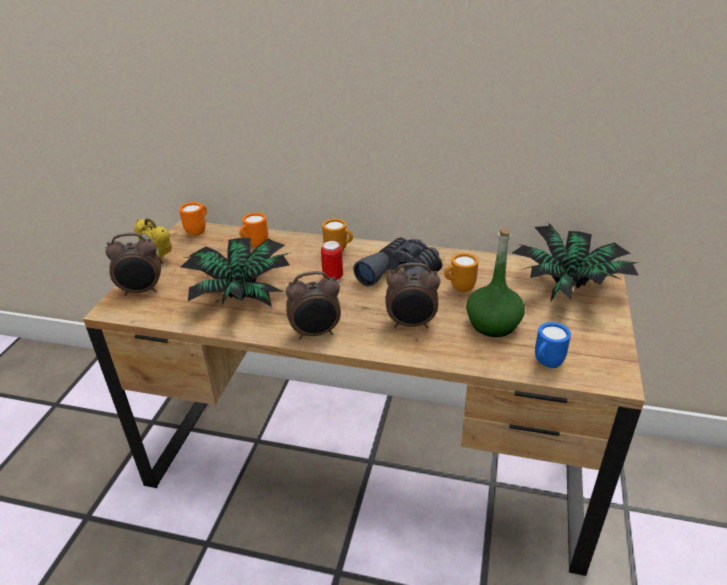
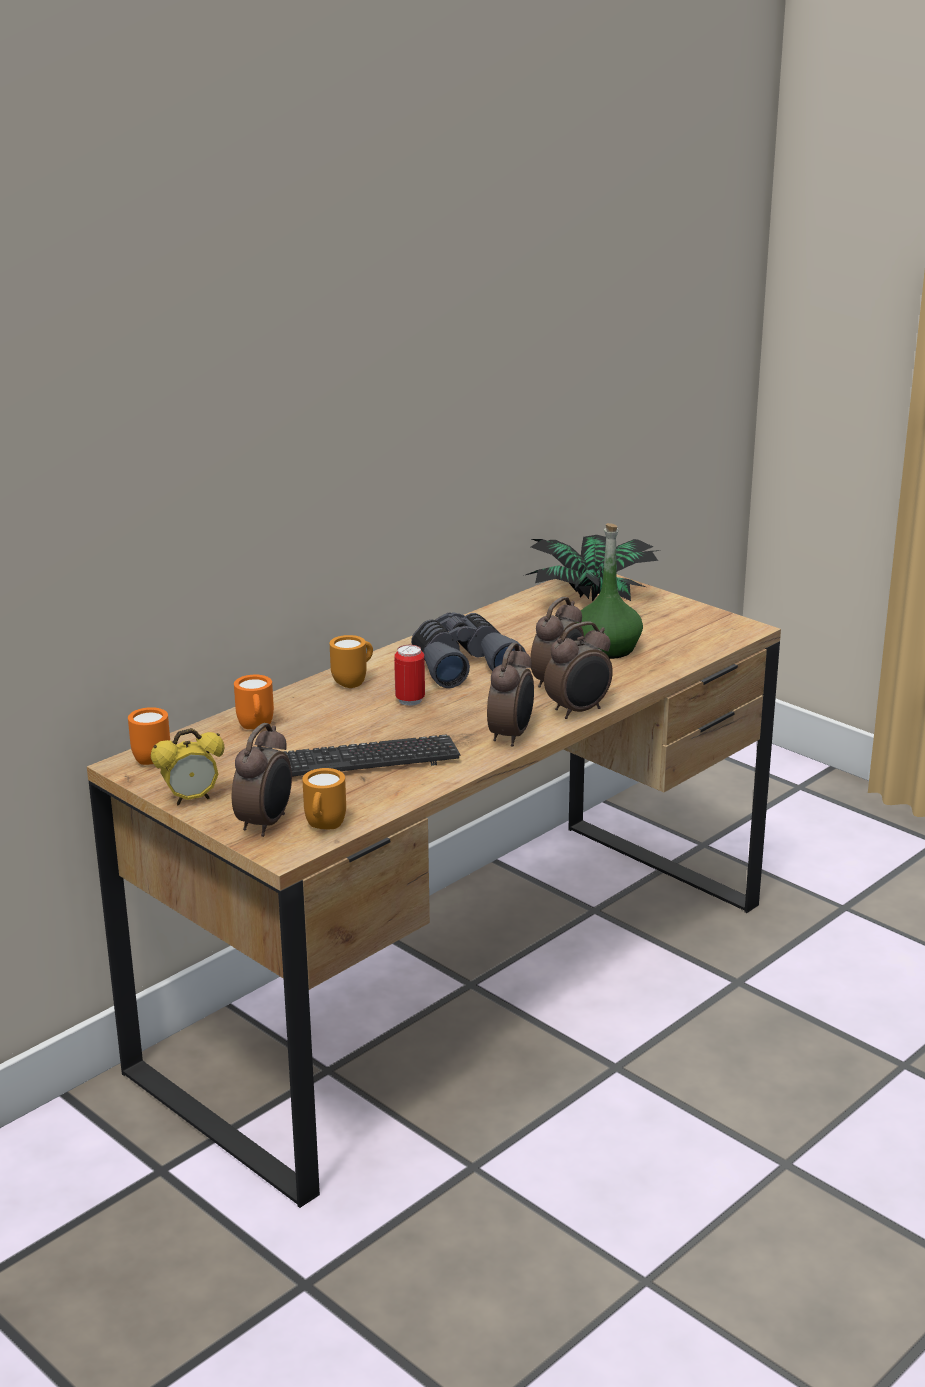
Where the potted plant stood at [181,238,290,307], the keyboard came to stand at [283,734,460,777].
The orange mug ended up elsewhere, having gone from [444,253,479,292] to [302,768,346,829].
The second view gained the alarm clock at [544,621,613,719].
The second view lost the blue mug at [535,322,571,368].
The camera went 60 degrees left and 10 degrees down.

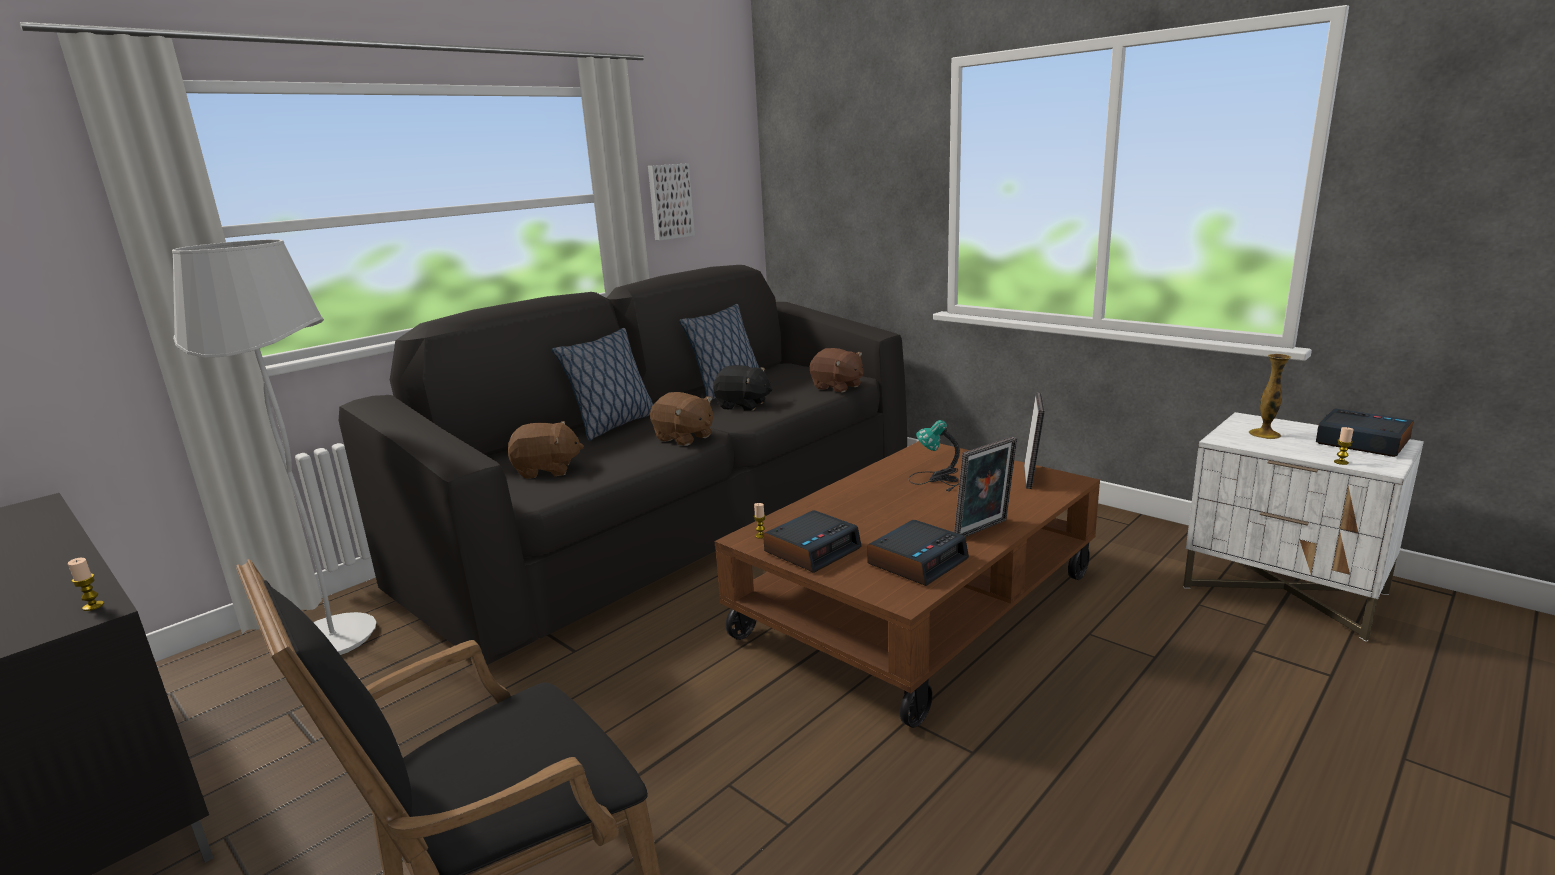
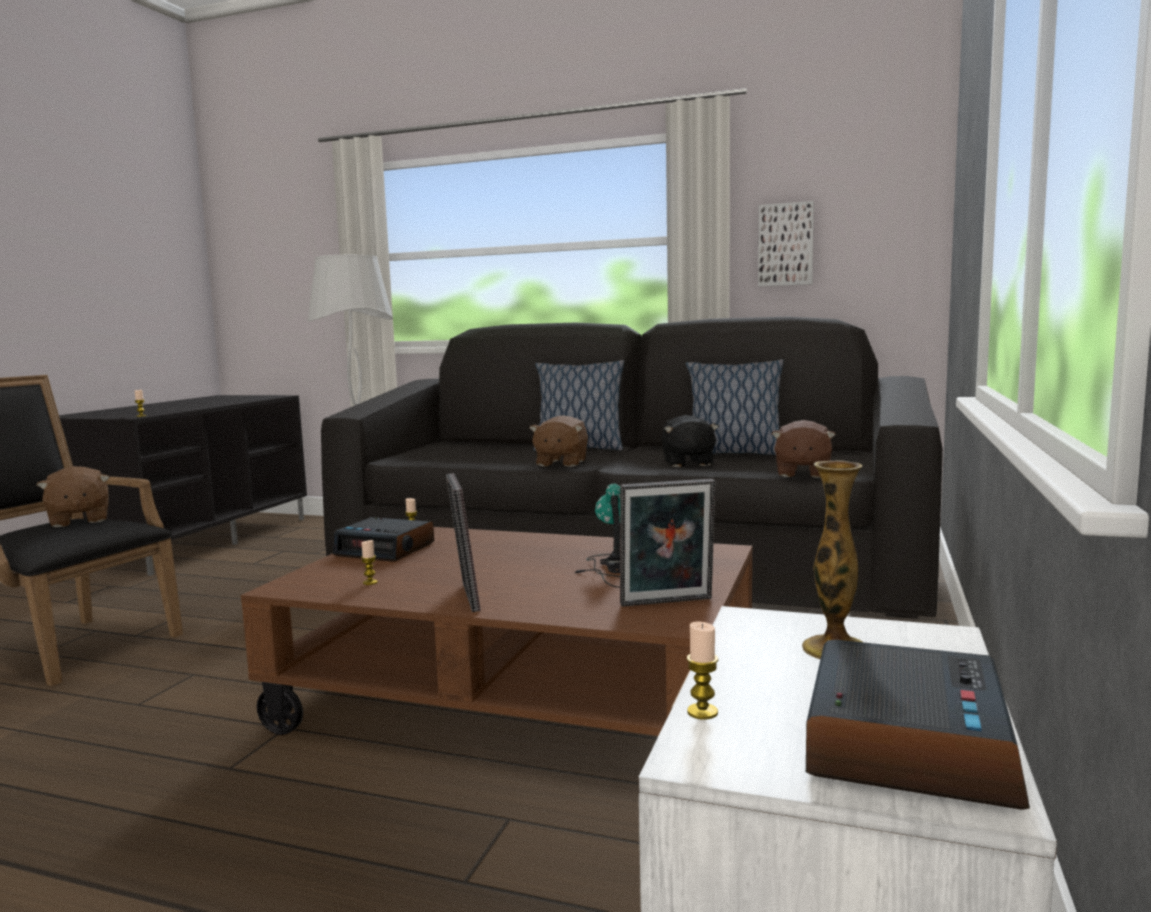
The brown plush toy ended up elsewhere, having gone from [508,421,584,479] to [37,466,110,527].
Where the alarm clock stood at [867,520,969,586], the candle came to stand at [361,540,378,585].
The picture frame at [954,436,1017,537] ended up facing another way, 45 degrees clockwise from before.
The camera went 65 degrees right and 10 degrees down.

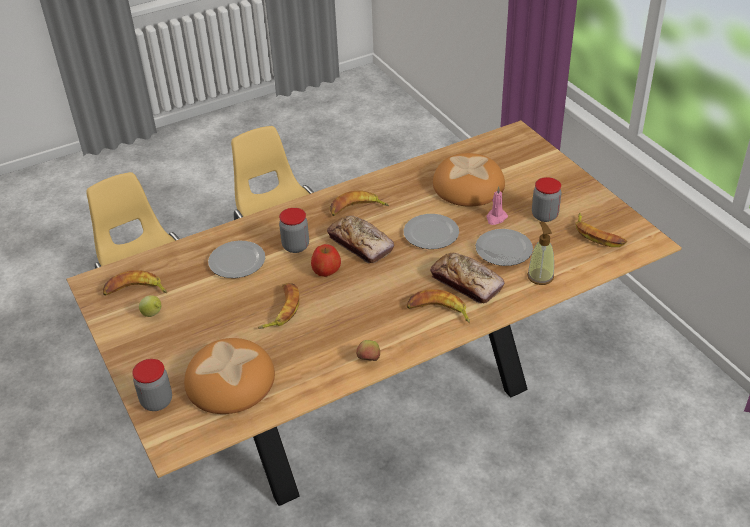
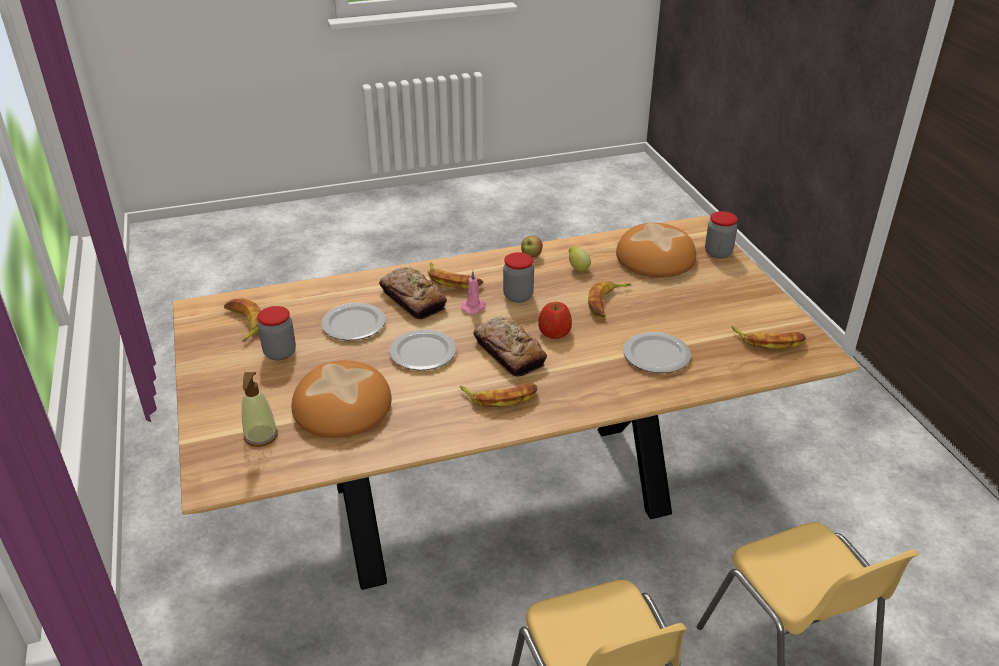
The soap dispenser ended up elsewhere, having gone from [527,222,554,285] to [242,372,278,447].
The pink candle ended up elsewhere, having gone from [486,186,508,225] to [461,271,486,314].
The jar ended up elsewhere, having gone from [279,208,309,253] to [503,252,534,303].
The lemon ended up elsewhere, having gone from [139,295,161,317] to [569,246,591,272].
The camera went 170 degrees left and 5 degrees down.

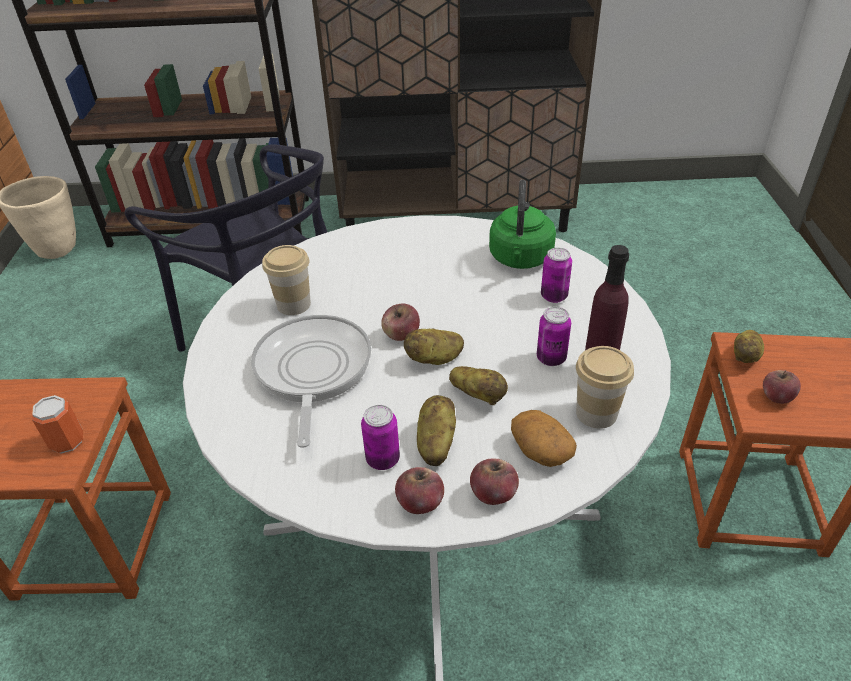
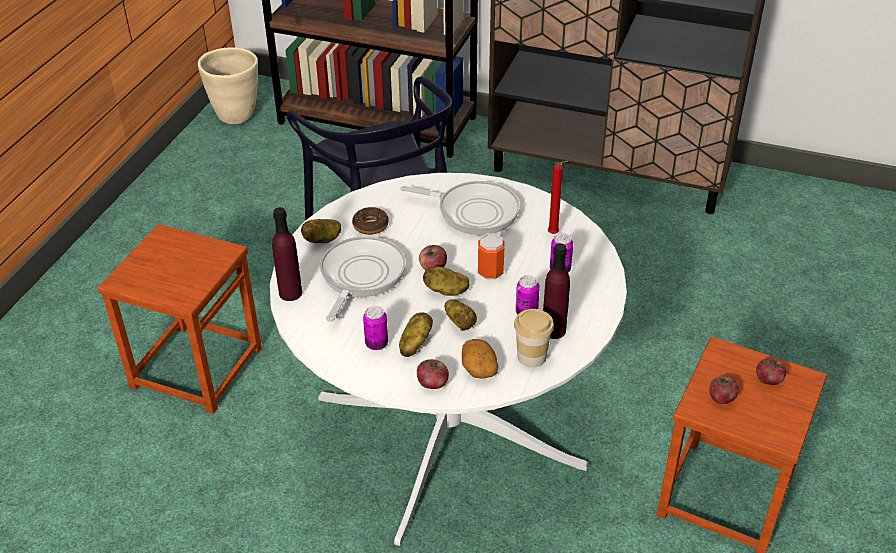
The second view gained the purple bottle at [272,207,302,301].
The potato ended up elsewhere, having gone from [734,330,764,363] to [301,219,341,243].
Where the cup stood at [262,245,311,315], the donut came to stand at [352,207,389,235].
The second view gained the frying pan at [400,181,520,235].
The can ended up elsewhere, having gone from [32,395,83,454] to [478,233,504,279].
Where the green kettle stood at [489,180,556,269], the red candle came to stand at [548,161,568,234].
The apple ended up elsewhere, having gone from [395,467,444,514] to [756,358,786,385].
The camera went 20 degrees right and 0 degrees up.

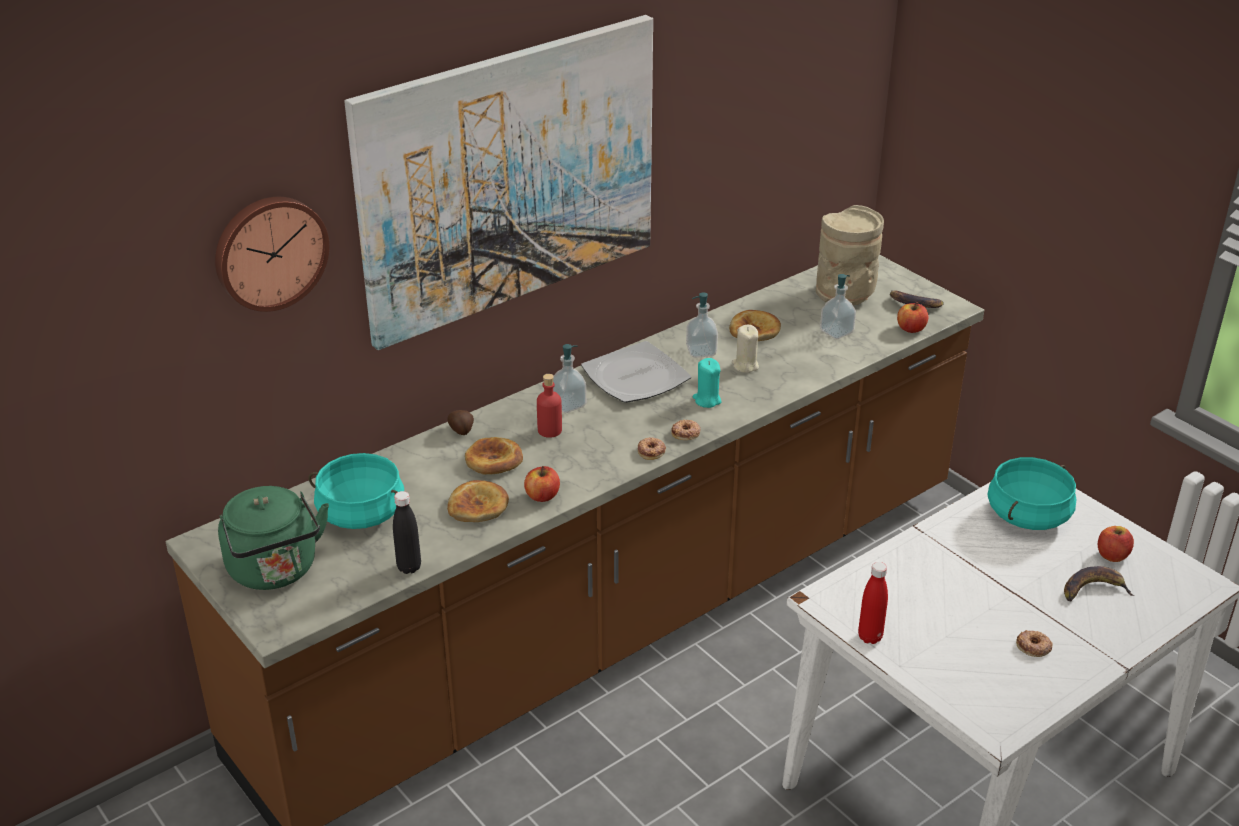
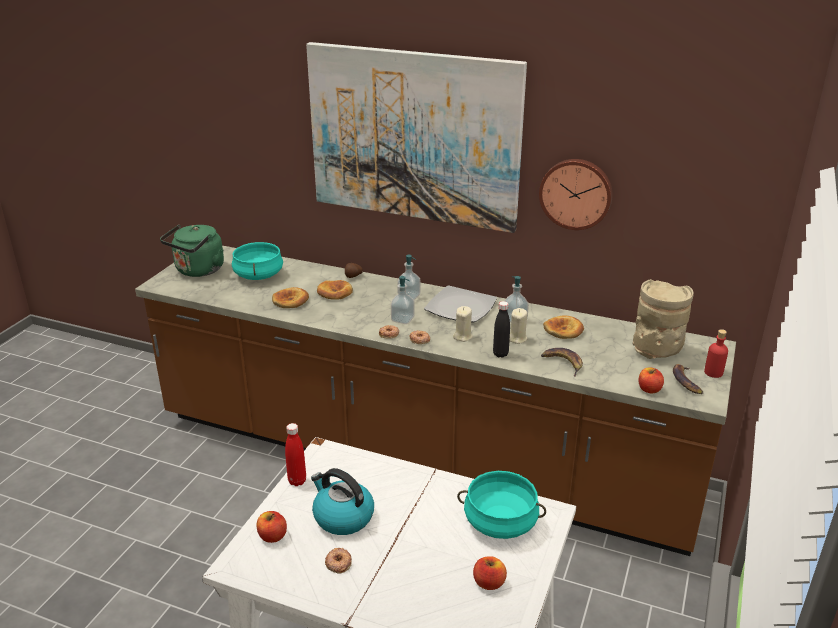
The apple ended up elsewhere, having gone from [524,466,560,502] to [257,511,287,543].
The second view gained the kettle at [311,468,374,535].
The soap dispenser ended up elsewhere, having gone from [820,274,856,339] to [391,276,415,324].
What was the turquoise candle at [693,358,722,408] turned into the beige candle at [453,306,473,342].
The black bottle ended up elsewhere, having gone from [393,491,421,574] to [493,301,510,358].
The wall clock ended up elsewhere, having gone from [215,197,329,312] to [539,159,613,230].
The banana ended up elsewhere, having gone from [1064,566,1135,601] to [541,348,583,377].
The red bottle ended up elsewhere, having gone from [537,374,562,438] to [704,329,728,378].
The camera went 60 degrees right and 5 degrees down.

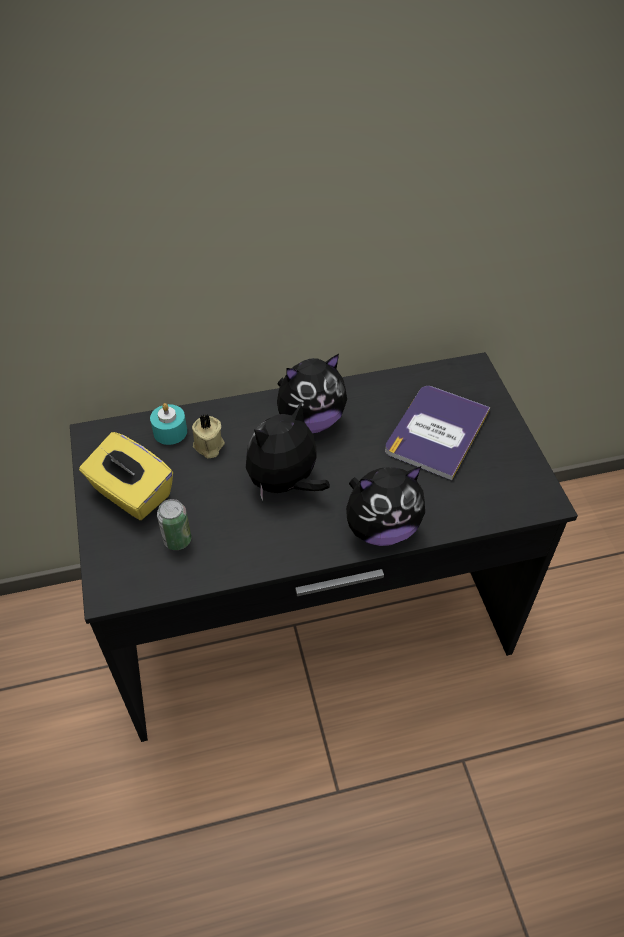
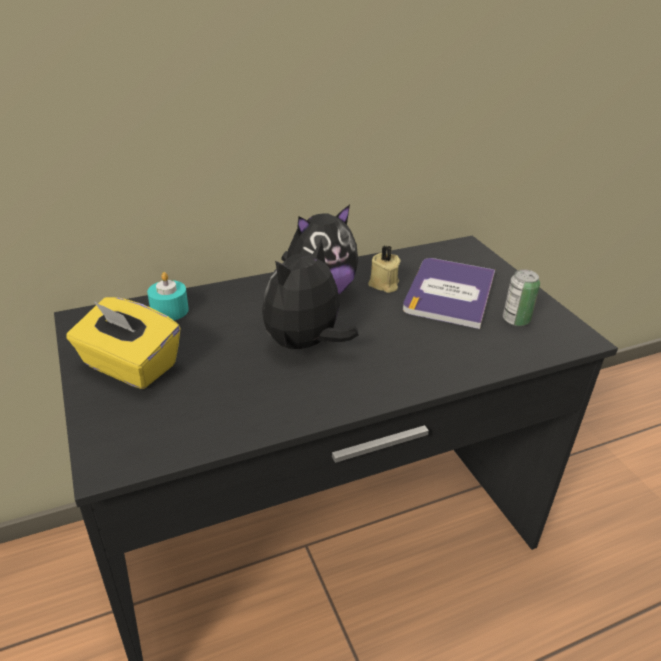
The beige candle ended up elsewhere, having gone from [192,414,225,458] to [368,245,401,293].
The can ended up elsewhere, having gone from [157,499,191,550] to [503,269,540,326].
The second view lost the plush toy at [346,466,425,546].
The camera went 10 degrees left and 15 degrees down.

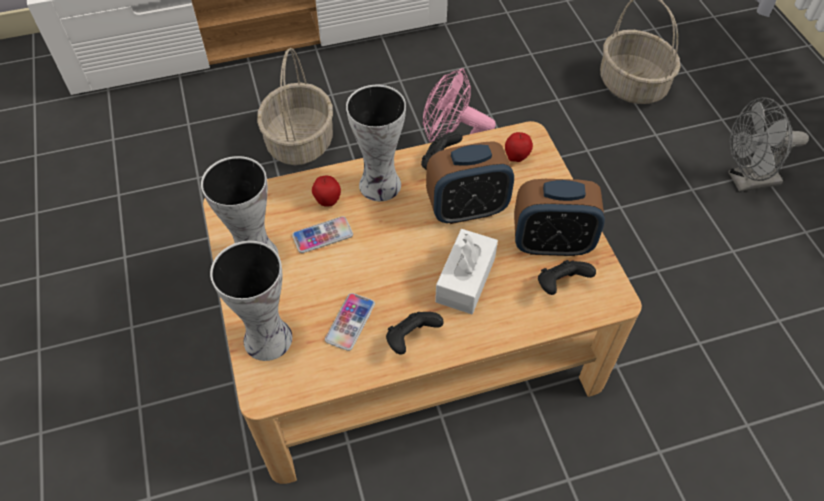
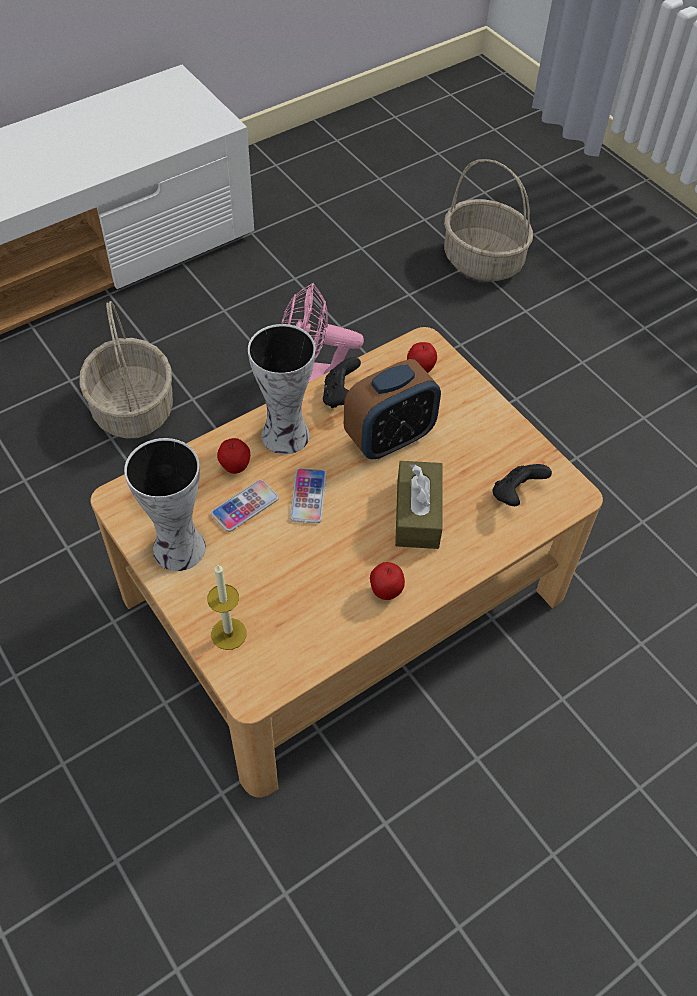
Where the vase stood at [210,241,292,361], the candle came to stand at [207,564,247,650].
The phone ended up elsewhere, having gone from [325,293,375,351] to [290,468,327,523].
Where the black game controller stood at [386,312,444,355], the apple came to stand at [370,562,405,600].
What was the white tissue box at [435,229,498,314] turned into the brown tissue box at [395,461,443,549].
The second view lost the alarm clock at [514,179,605,256].
The second view lost the grey fan at [728,97,809,192].
The camera went 20 degrees left and 0 degrees up.

